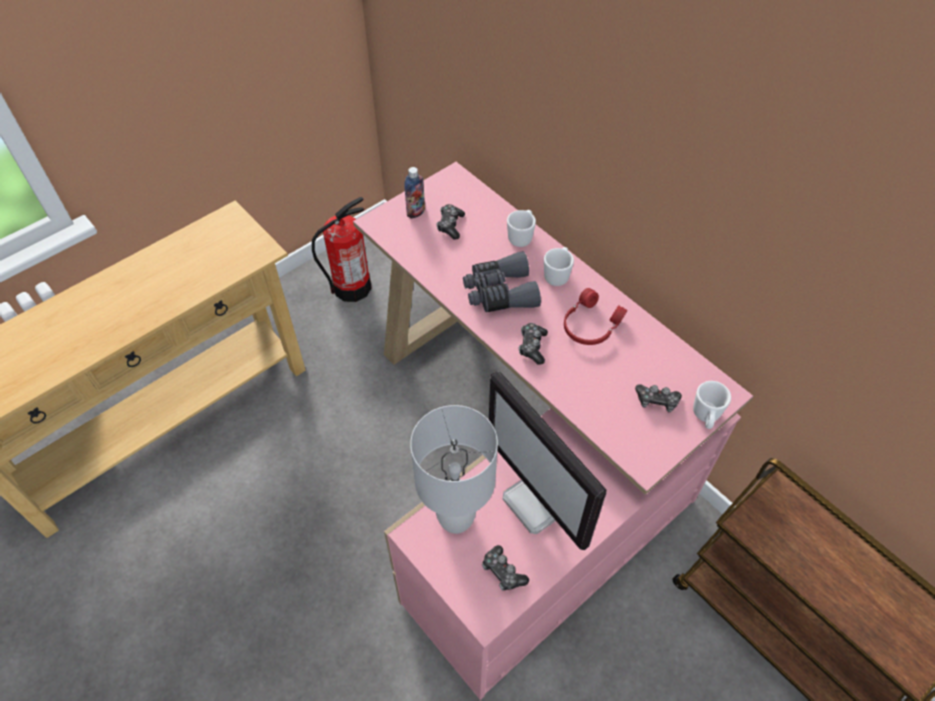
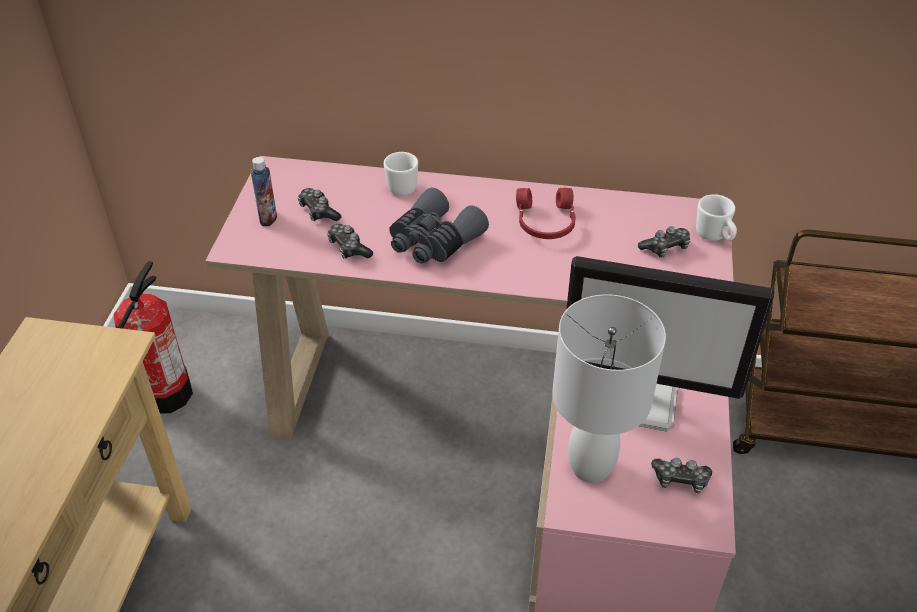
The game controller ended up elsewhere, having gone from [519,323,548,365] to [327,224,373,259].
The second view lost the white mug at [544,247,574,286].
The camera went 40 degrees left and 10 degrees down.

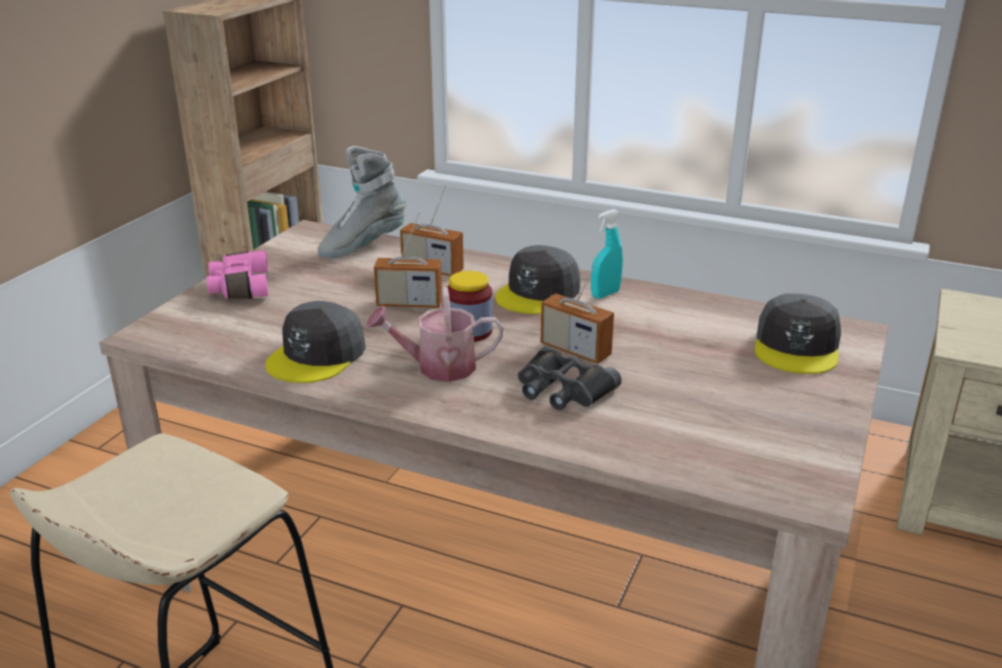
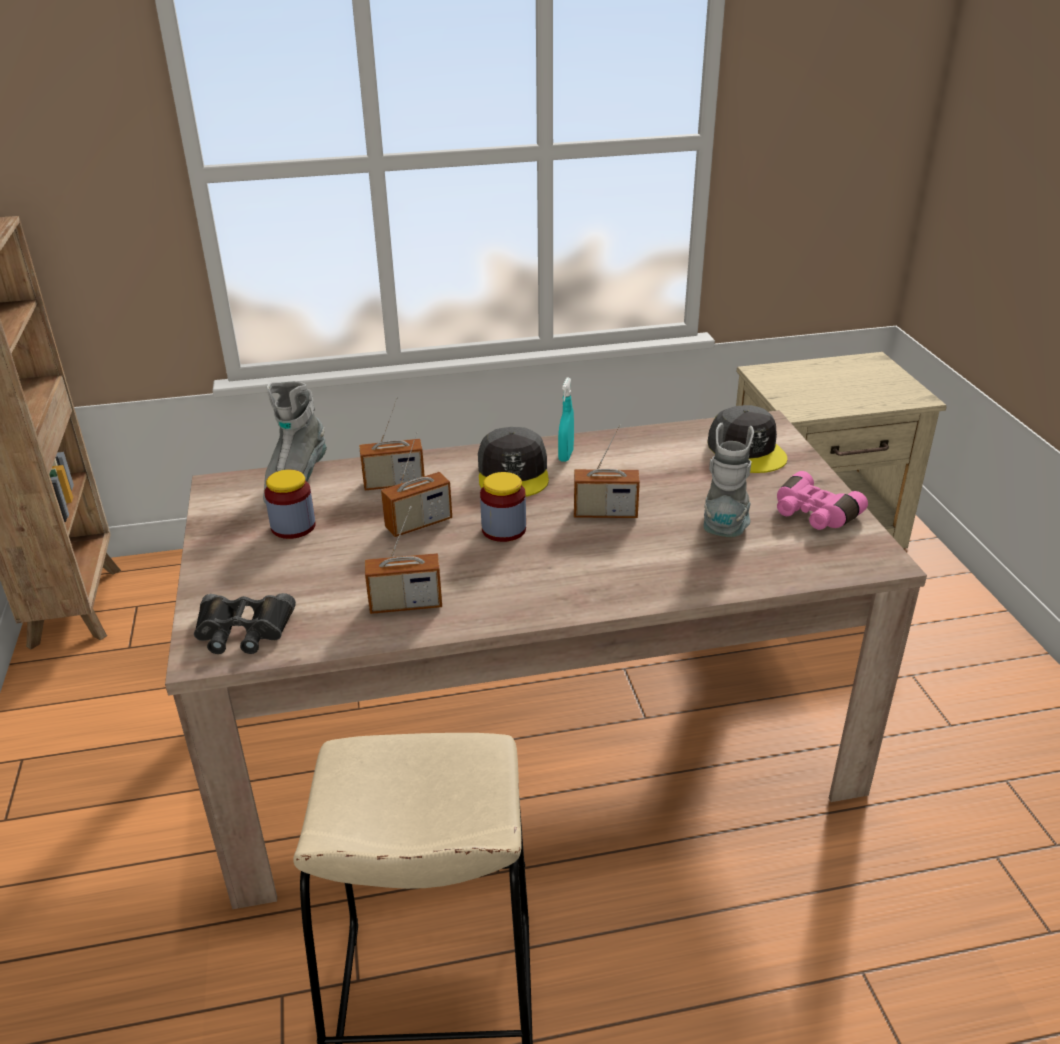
The black binoculars ended up elsewhere, having gone from [518,346,622,410] to [194,593,296,654].
The second view gained the jar at [264,470,316,539].
Where the grey cap stood at [265,301,366,383], the radio came to stand at [365,506,442,614].
The second view gained the grey boot at [703,423,754,537].
The pink binoculars ended up elsewhere, having gone from [207,251,268,299] to [777,471,868,530].
The second view lost the watering can at [366,287,503,382].
The camera went 35 degrees left and 5 degrees up.

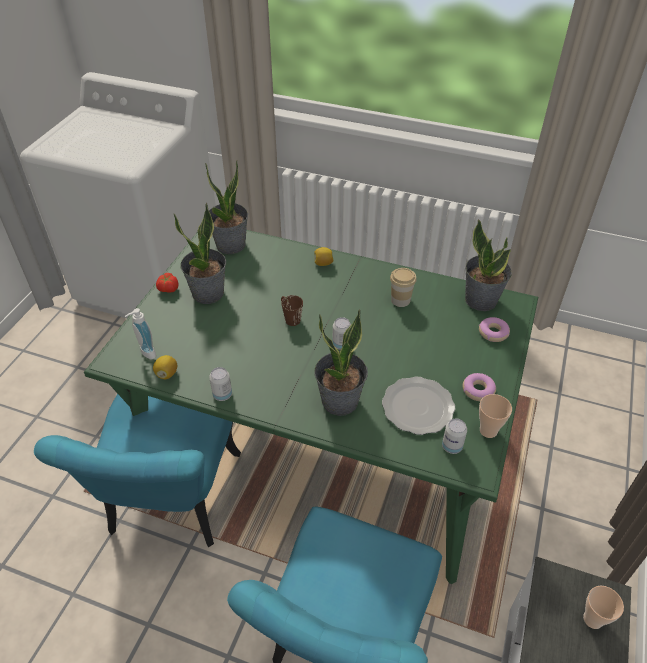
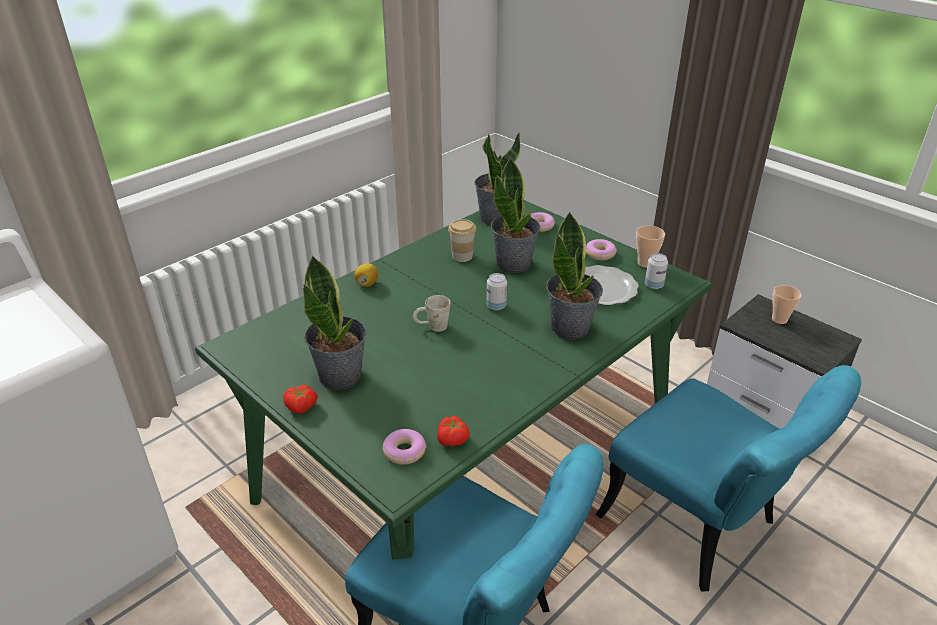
Where the soap dispenser stood at [125,308,156,359], the donut came to stand at [383,429,427,465].
What was the brown mug at [281,295,303,326] turned into the white mug at [413,295,451,332].
Where the lemon stood at [153,355,177,380], the tomato came to stand at [437,416,470,446].
The potted plant ended up elsewhere, having gone from [205,160,248,254] to [491,157,541,273].
The second view lost the can at [209,367,232,401].
The camera went 65 degrees left and 10 degrees down.

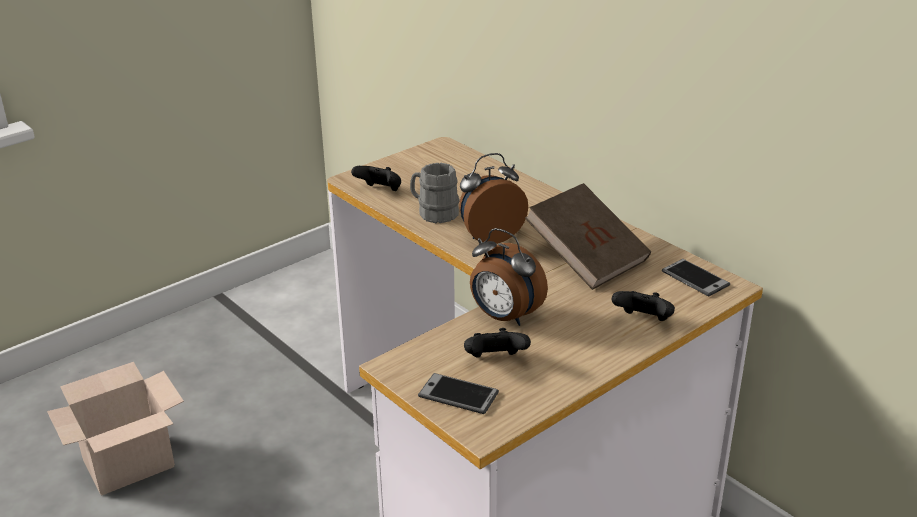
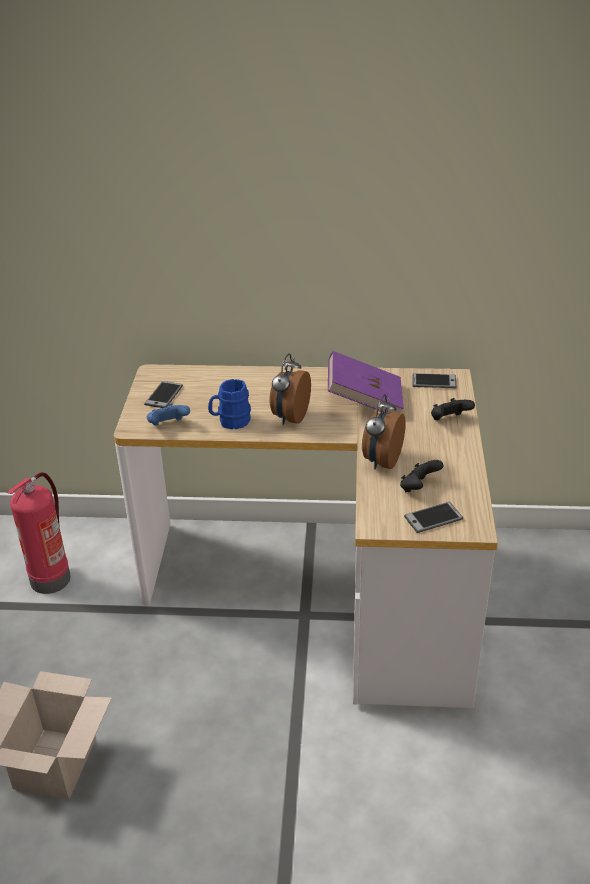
The second view gained the fire extinguisher at [8,472,71,594].
The second view gained the phone at [144,381,183,408].
What was the black game controller at [351,166,401,191] turned into the blue game controller at [147,403,190,426].
What was the grey mug at [410,163,460,223] turned into the blue mug at [208,379,251,429].
What was the brown book at [525,183,651,290] turned into the purple book at [328,351,404,414].
The alarm clock at [470,228,548,326] ended up facing another way, 120 degrees clockwise from before.
The camera went 45 degrees left and 5 degrees up.

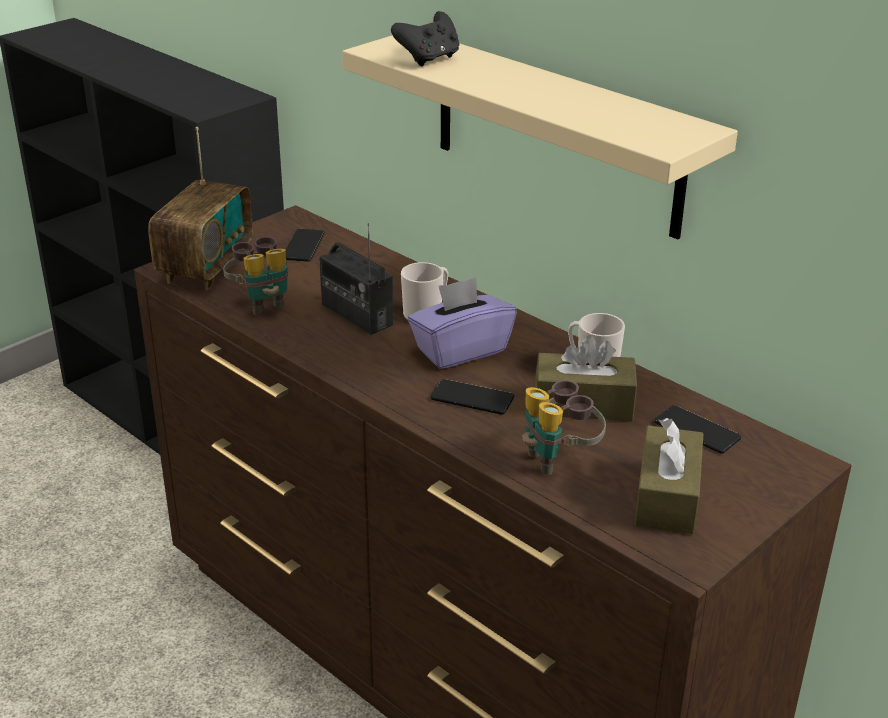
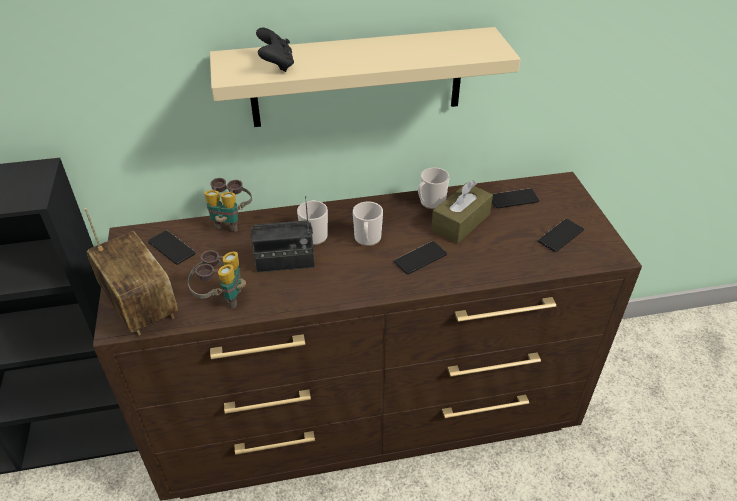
The binoculars ended up elsewhere, having gone from [522,380,606,475] to [204,178,252,231].
Where the purple tissue box stood at [408,277,517,369], the mug came to stand at [353,202,383,246].
Where the brown tissue box stood at [634,418,704,534], the phone came to stand at [538,219,584,252].
The camera went 55 degrees left and 10 degrees up.

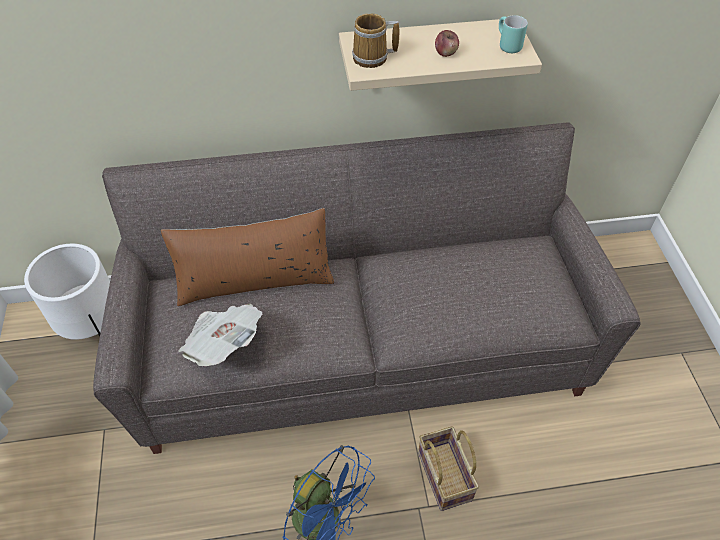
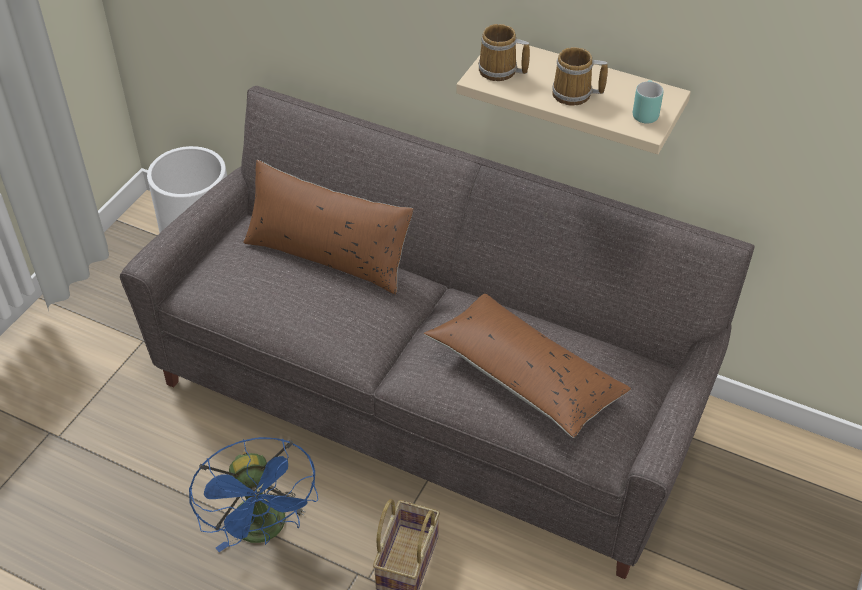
The second view gained the brown pillow at [424,294,631,438].
Where the apple stood at [435,30,459,57], the mug came to stand at [552,47,608,106].
The second view lost the newspaper at [179,304,262,366].
The camera went 35 degrees right and 5 degrees down.

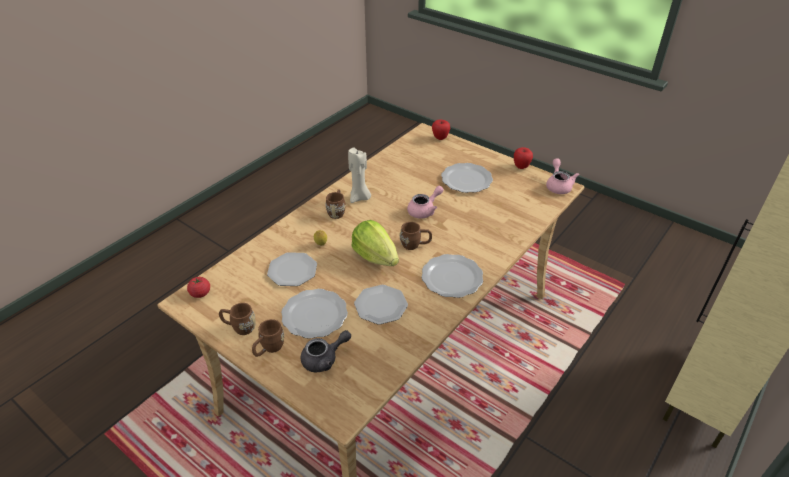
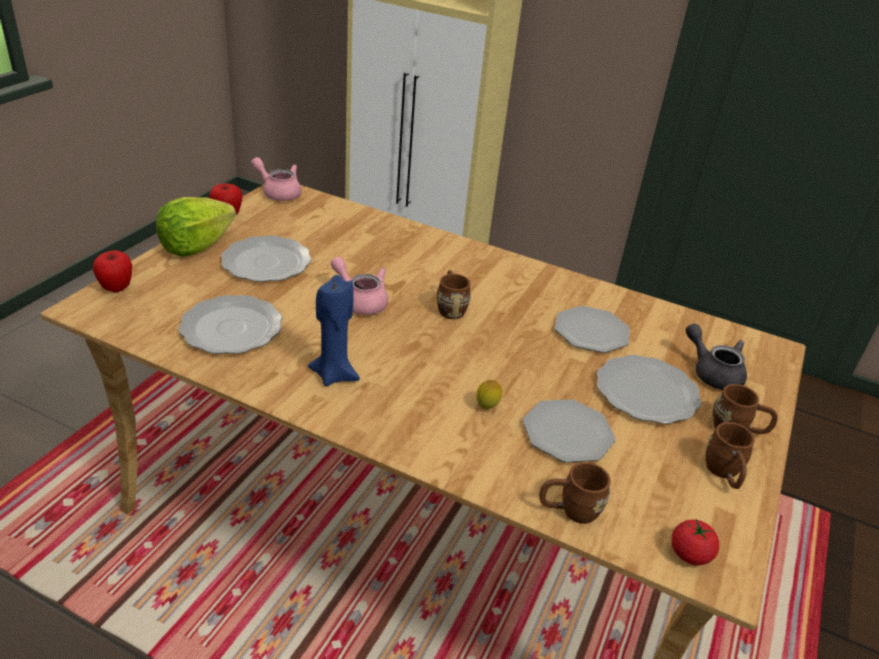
The lettuce ended up elsewhere, having gone from [351,220,399,266] to [156,197,236,257].
The plate ended up elsewhere, having gone from [421,254,483,298] to [178,295,282,354].
The pink teapot at [546,158,579,194] ended up facing another way, 45 degrees clockwise from before.
What was the beige candle at [348,147,371,203] turned into the blue candle at [308,275,360,386].
The brown mug ended up elsewhere, having gone from [325,190,346,219] to [539,462,611,524].
The camera went 105 degrees left and 5 degrees down.

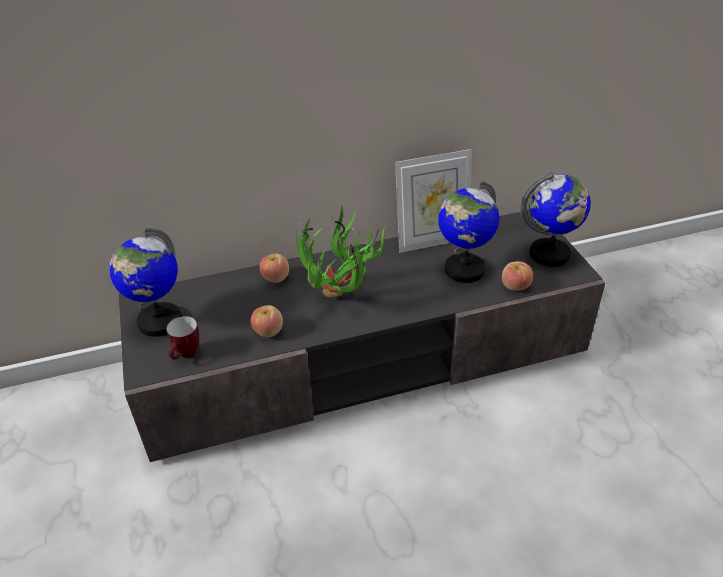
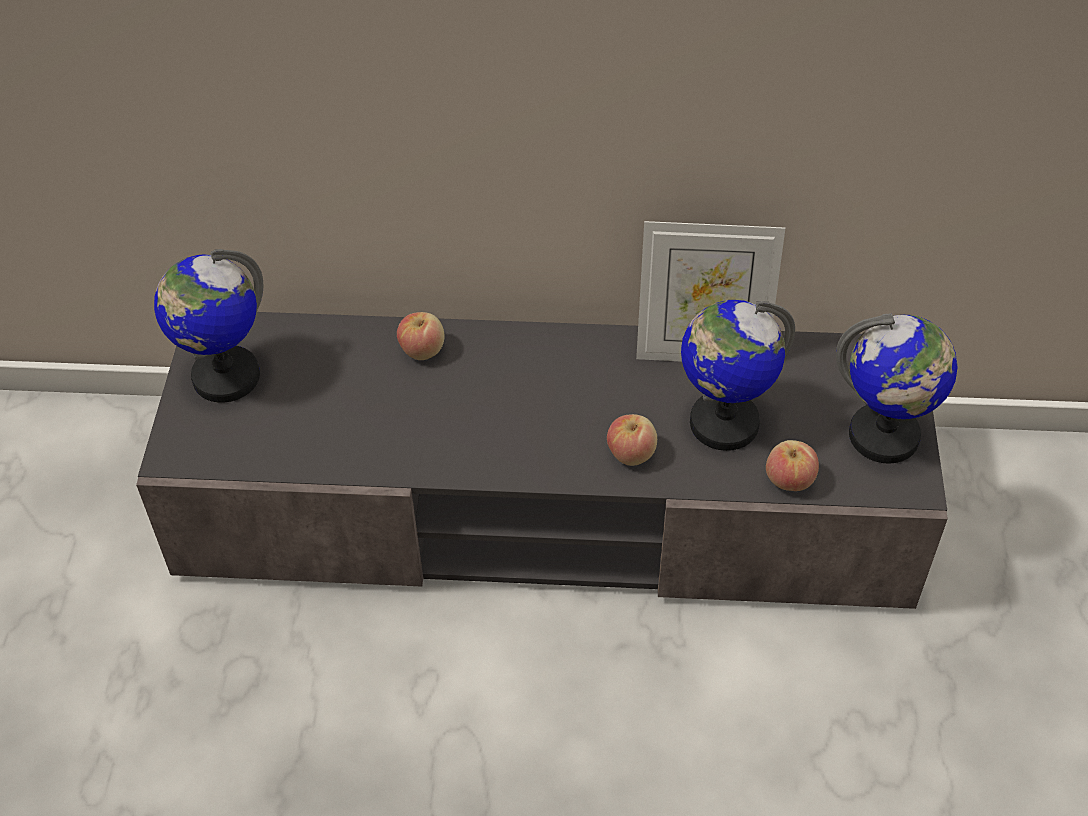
The apple ended up elsewhere, having gone from [251,305,283,338] to [607,414,657,466].
The second view lost the mug at [166,316,199,359].
The second view lost the potted plant at [296,204,386,298].
The camera went 20 degrees right and 10 degrees up.

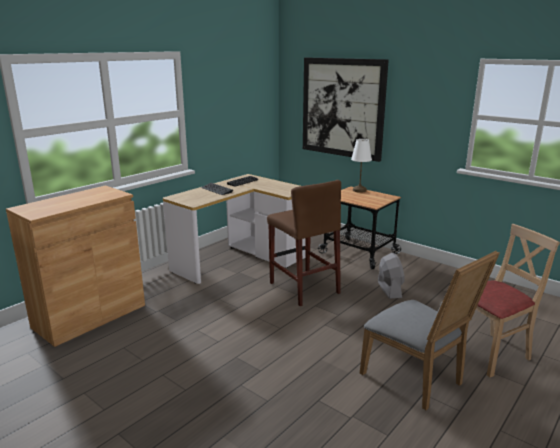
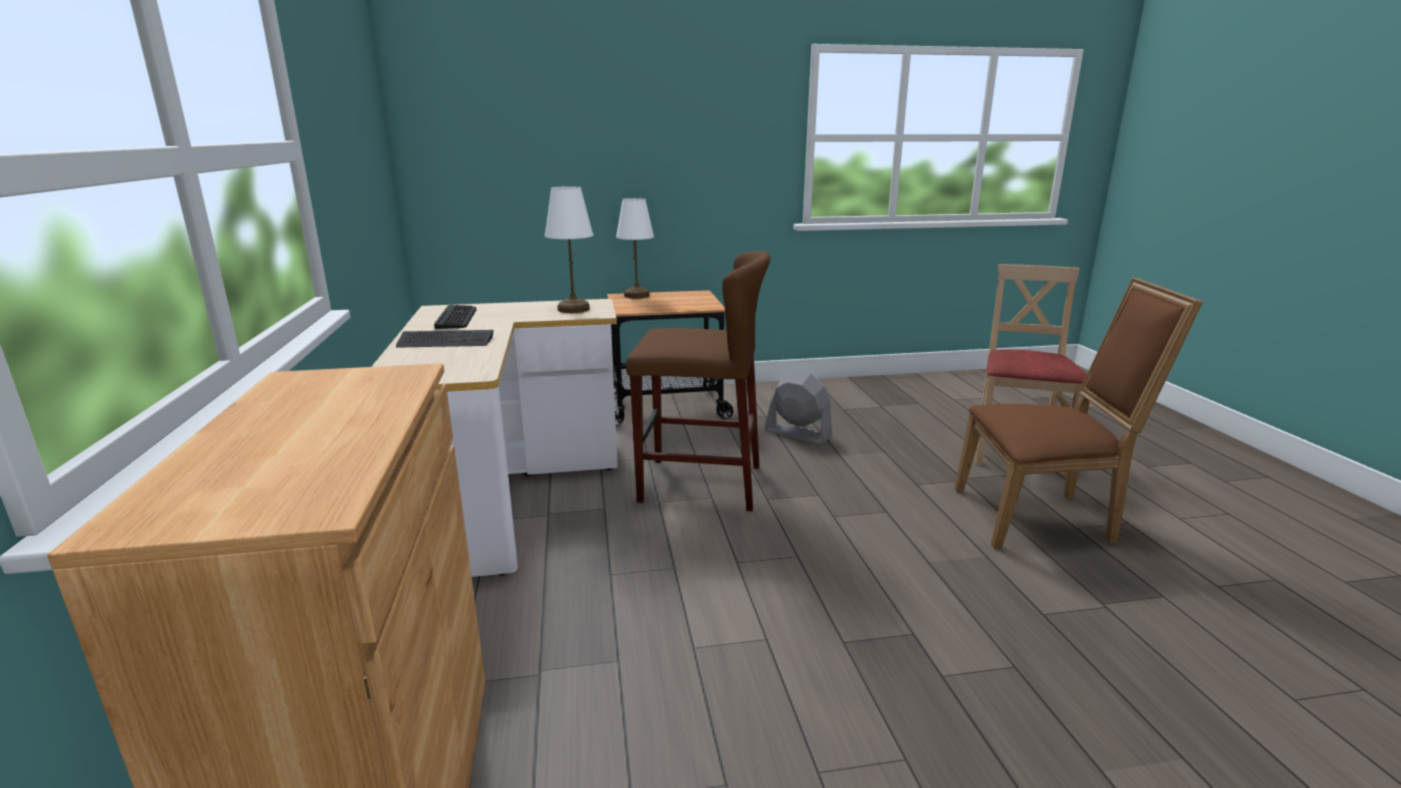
The second view gained the white table lamp at [545,187,593,313].
What was the grey chair at [360,250,500,410] turned into the brown chair at [955,277,1203,549].
The second view lost the picture at [303,58,389,162].
The camera went 50 degrees left and 0 degrees up.

